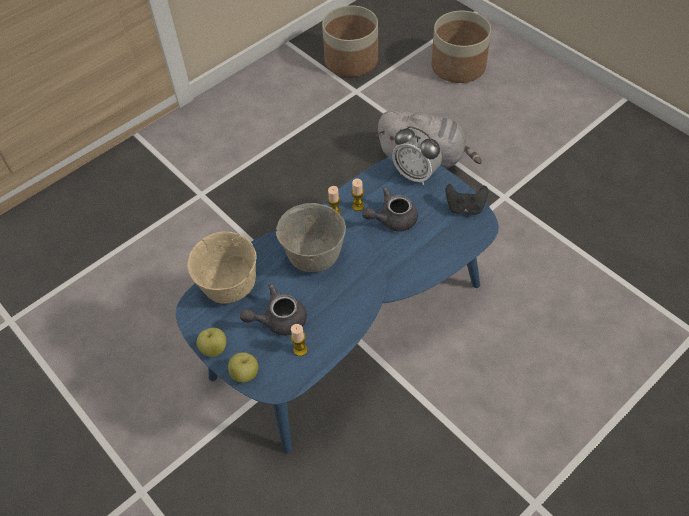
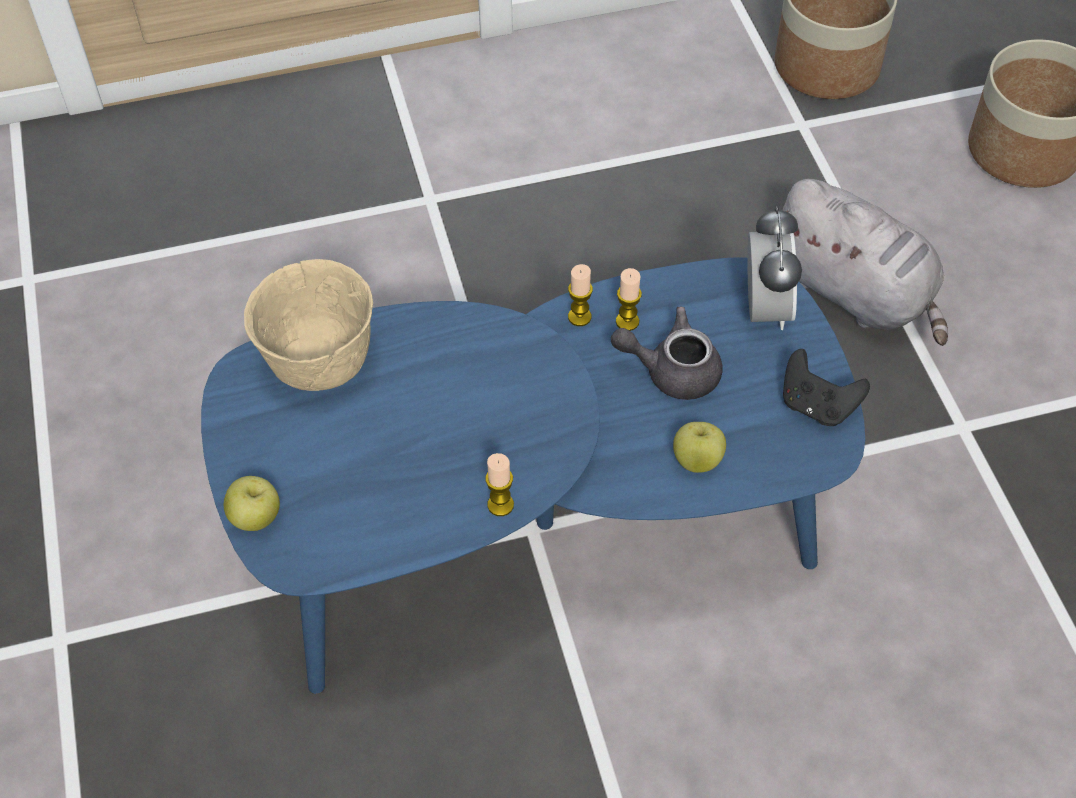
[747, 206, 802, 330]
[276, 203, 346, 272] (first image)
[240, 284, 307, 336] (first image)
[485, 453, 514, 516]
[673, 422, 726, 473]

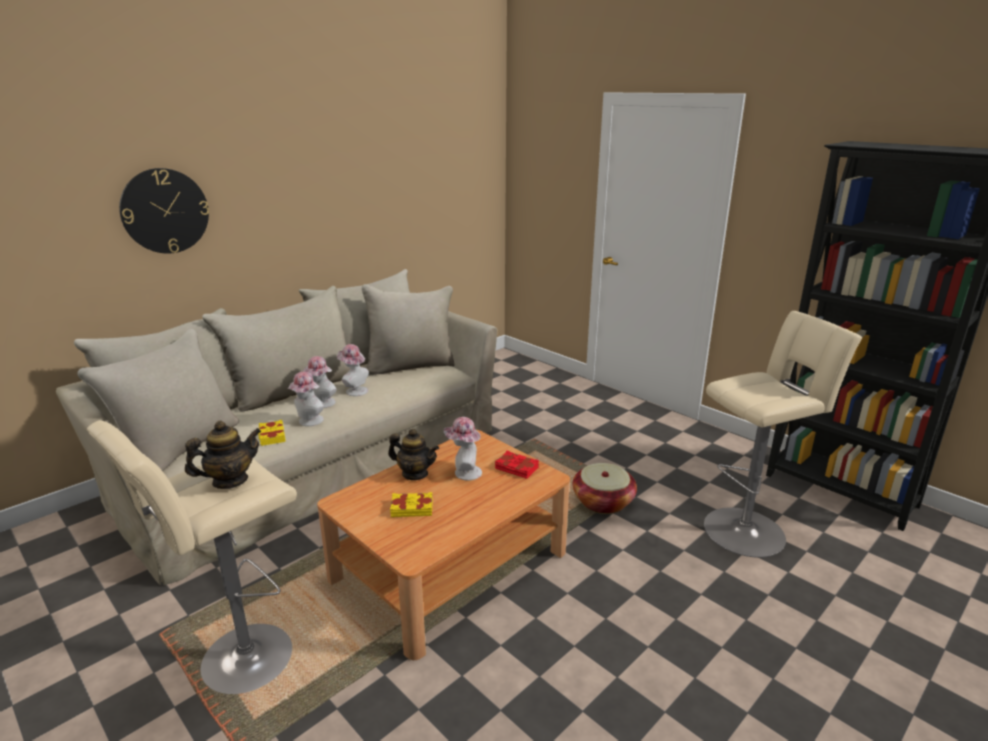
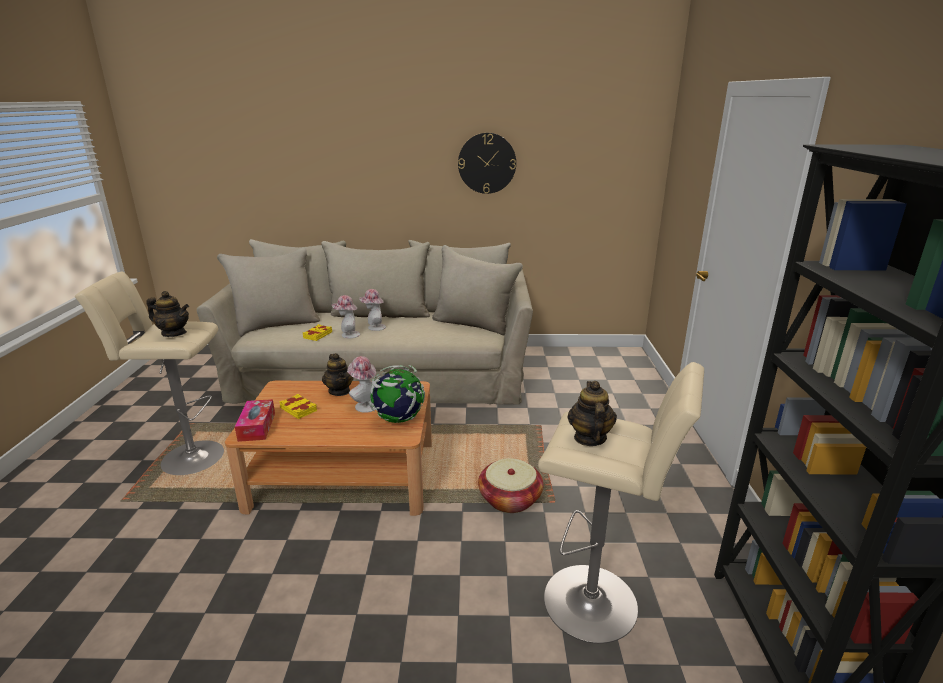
[458, 133, 516, 194]
[337, 344, 369, 396] (first image)
[369, 365, 425, 423]
[567, 381, 617, 446]
[235, 399, 275, 442]

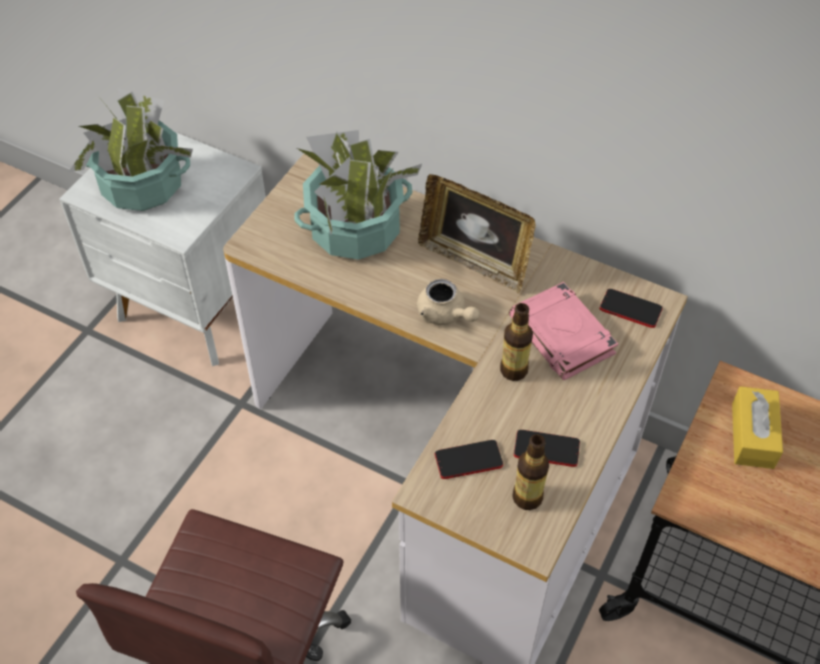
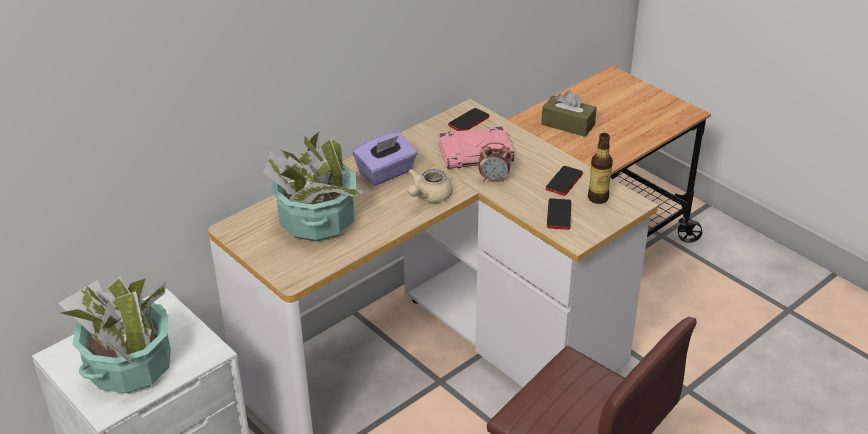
[353, 132, 417, 185]
[408, 169, 453, 203]
[478, 142, 511, 182]
[541, 90, 597, 137]

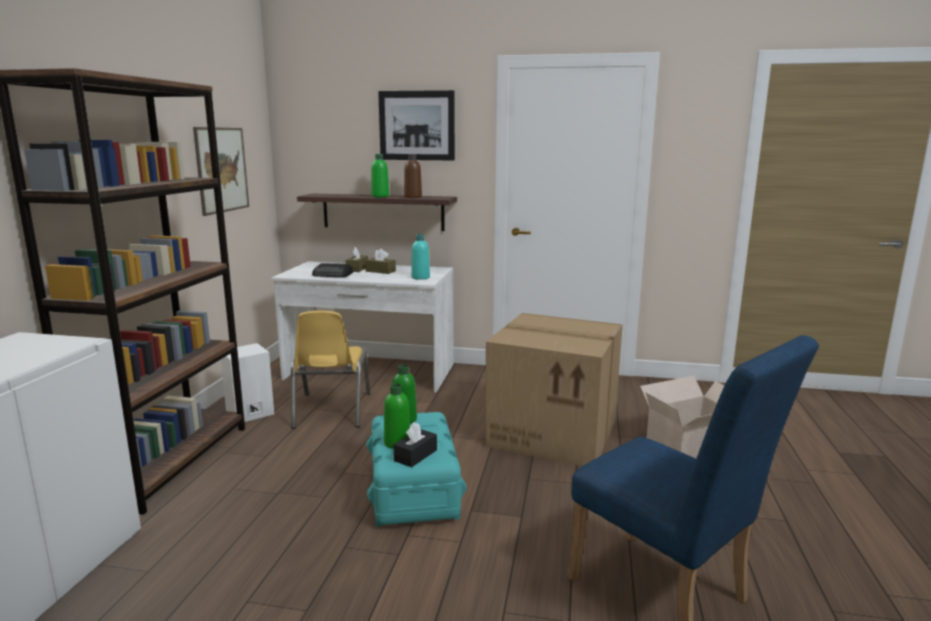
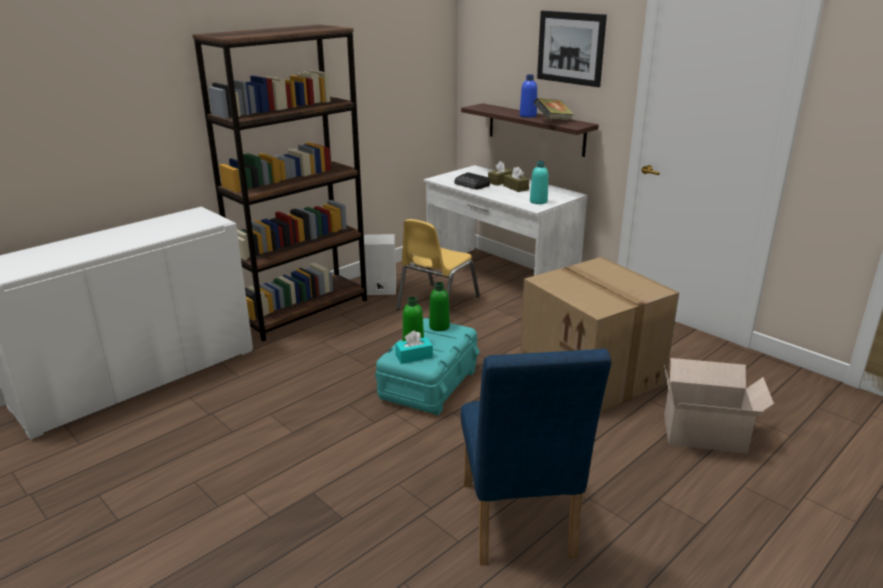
[193, 127, 249, 216] (first image)
[520, 74, 537, 118]
[534, 98, 574, 120]
[395, 331, 433, 364]

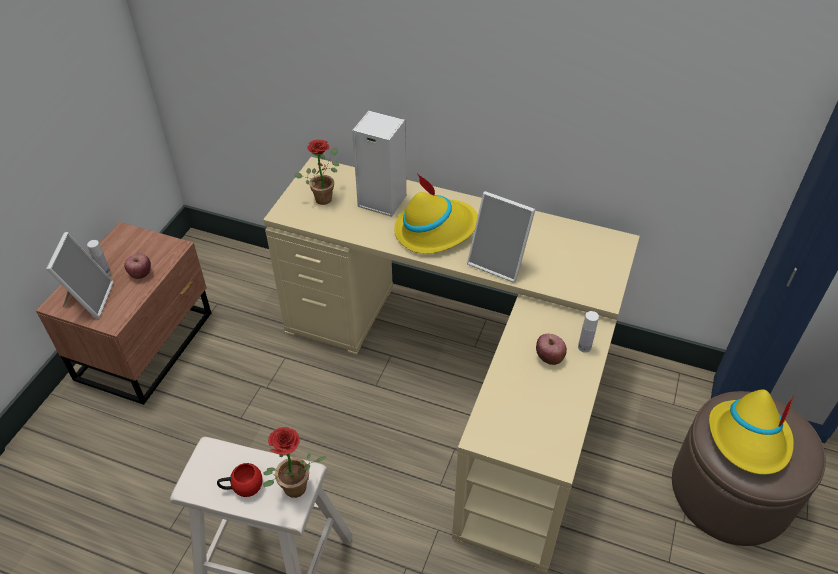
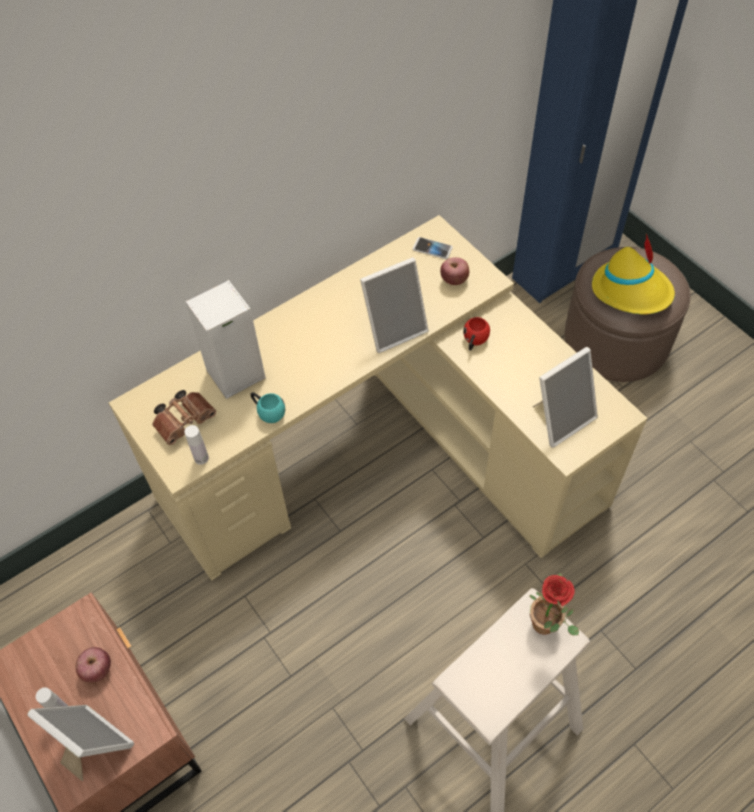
[152, 390, 216, 445]
[394, 173, 478, 254] (first image)
[185, 425, 209, 465]
[440, 257, 469, 285]
[463, 317, 490, 351]
[413, 237, 453, 259]
[533, 347, 598, 448]
[251, 392, 285, 423]

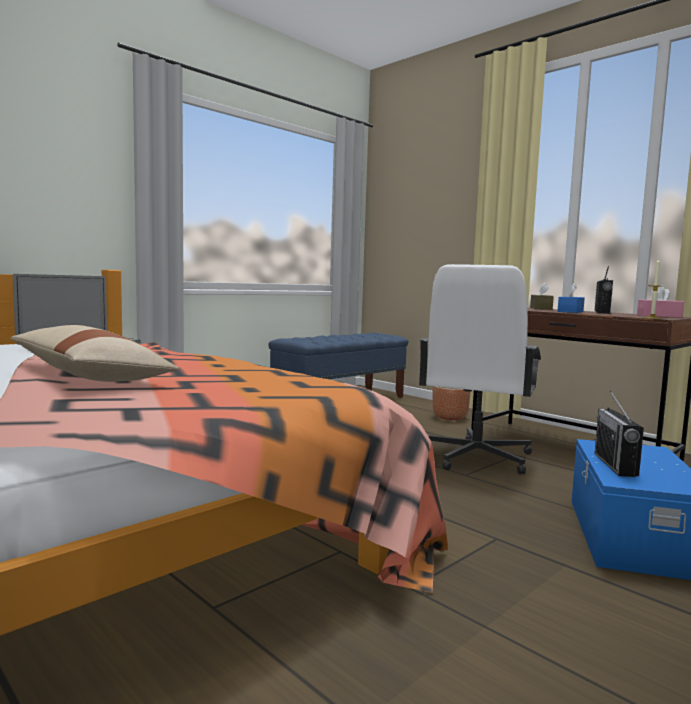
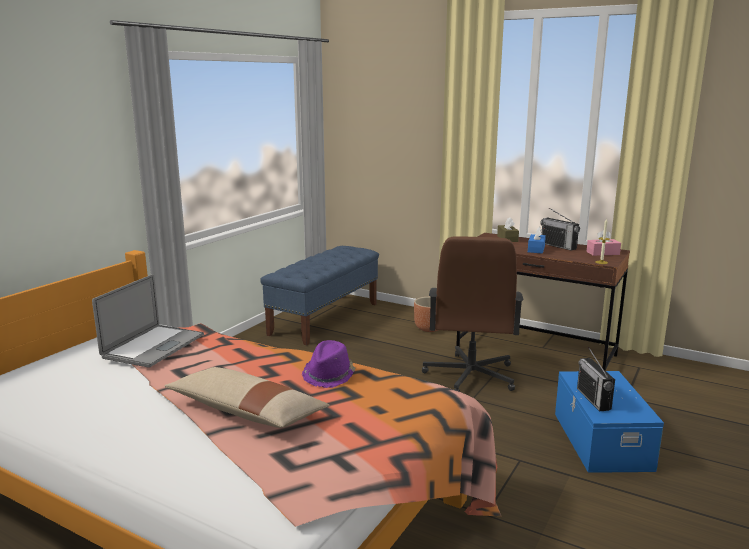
[422, 236, 523, 392]
[540, 208, 580, 251]
[302, 340, 356, 388]

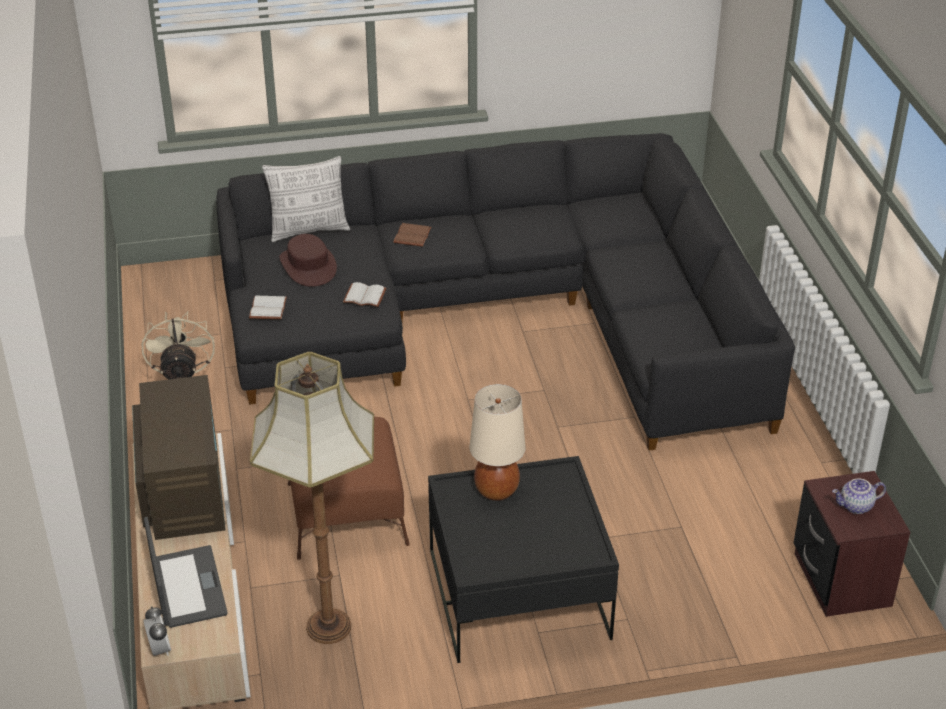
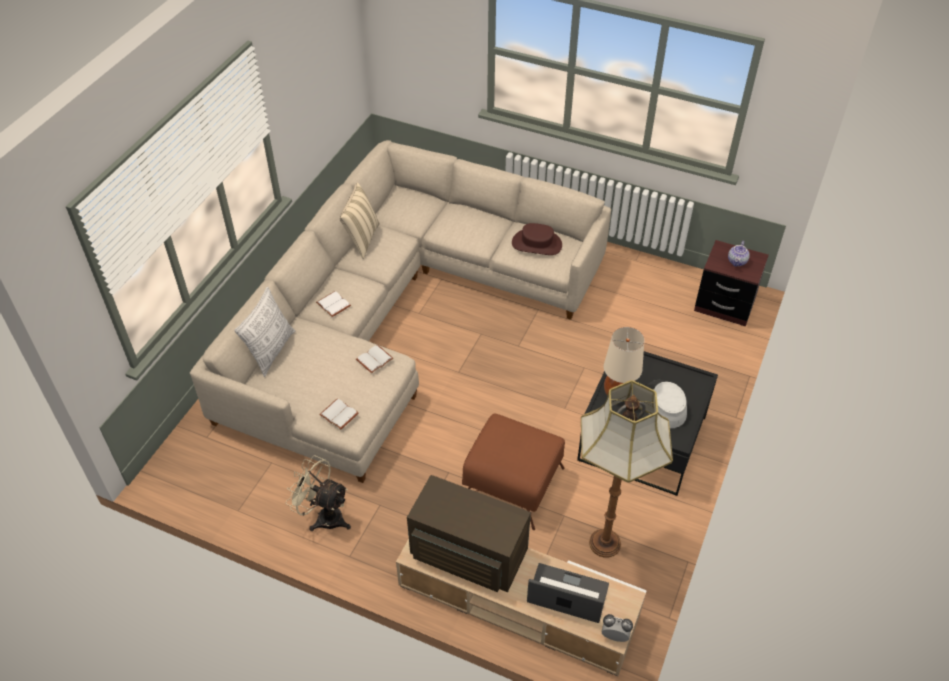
[190, 140, 611, 483]
[316, 291, 351, 317]
[512, 223, 562, 255]
[340, 182, 379, 259]
[646, 380, 687, 428]

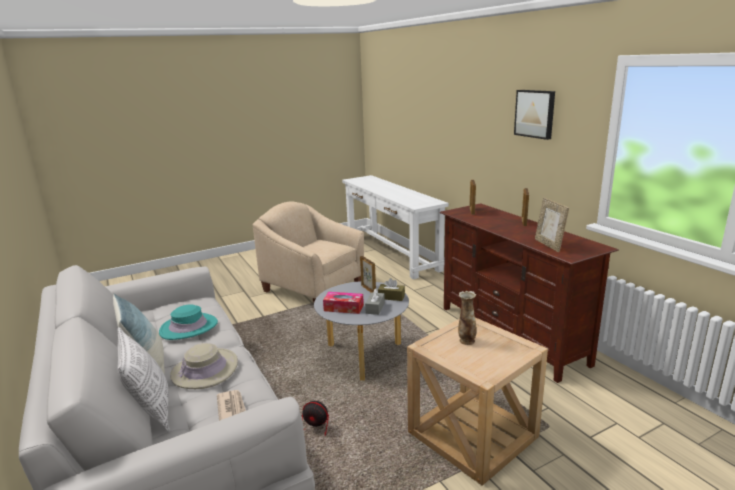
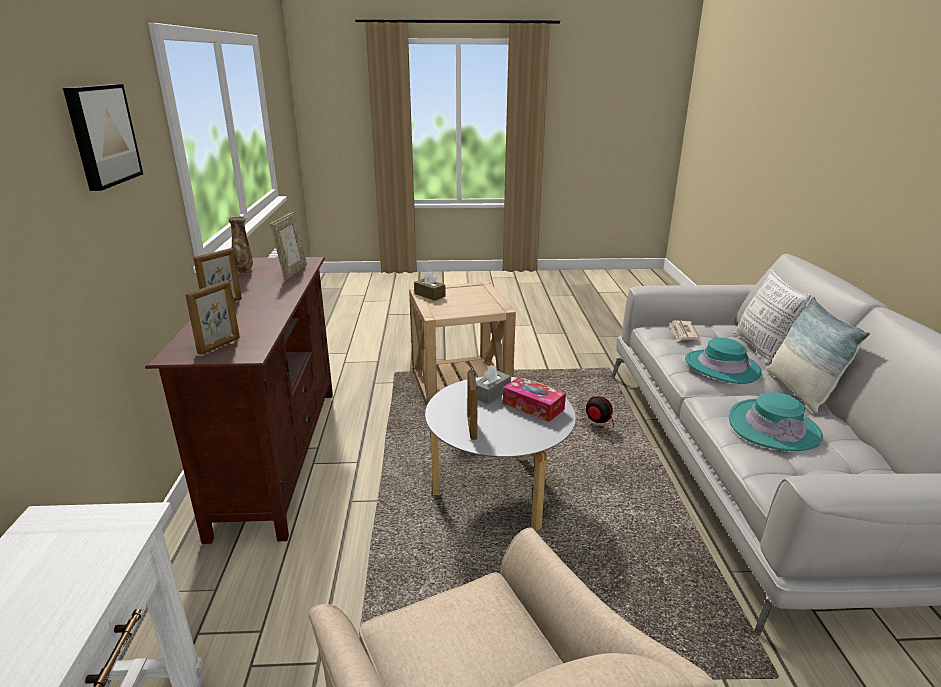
[414, 271, 446, 301]
[227, 215, 253, 275]
[685, 338, 761, 384]

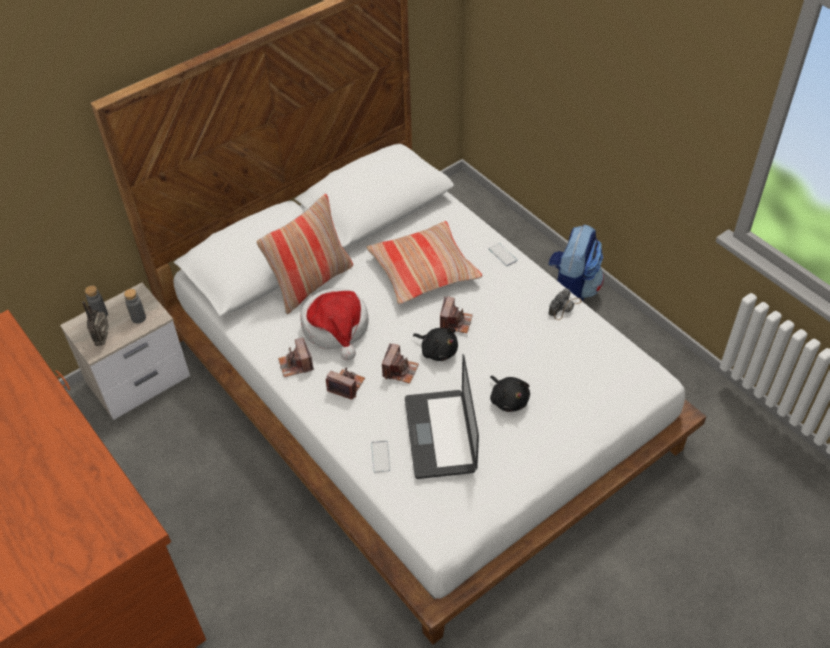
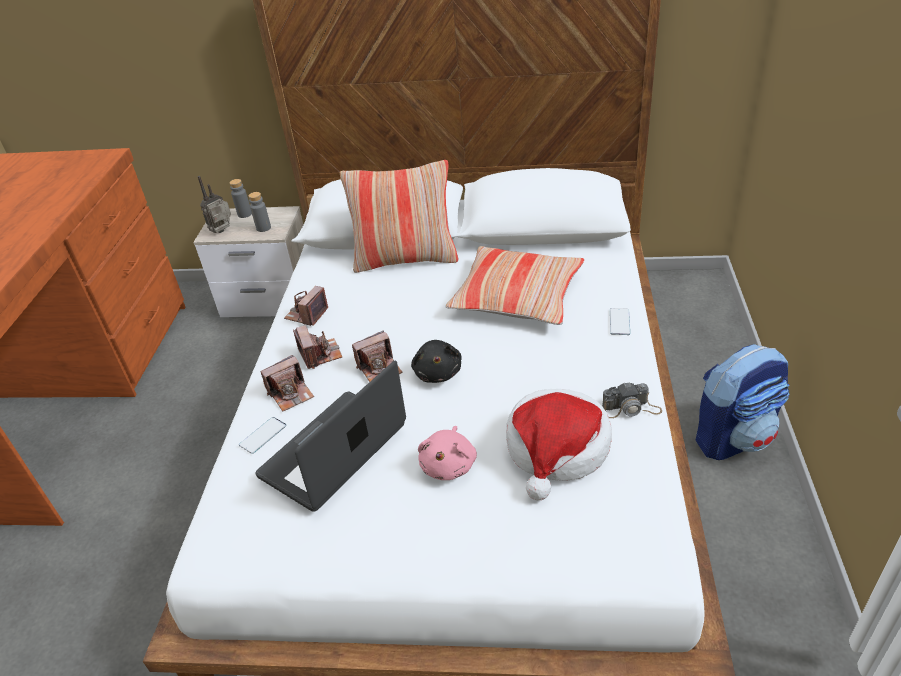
[506, 389, 612, 500]
[260, 355, 314, 411]
[418, 426, 477, 480]

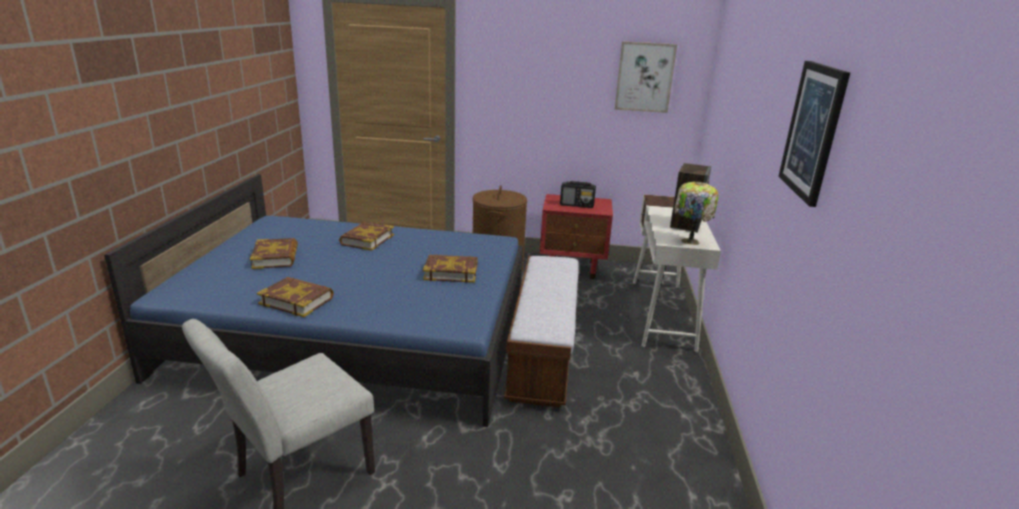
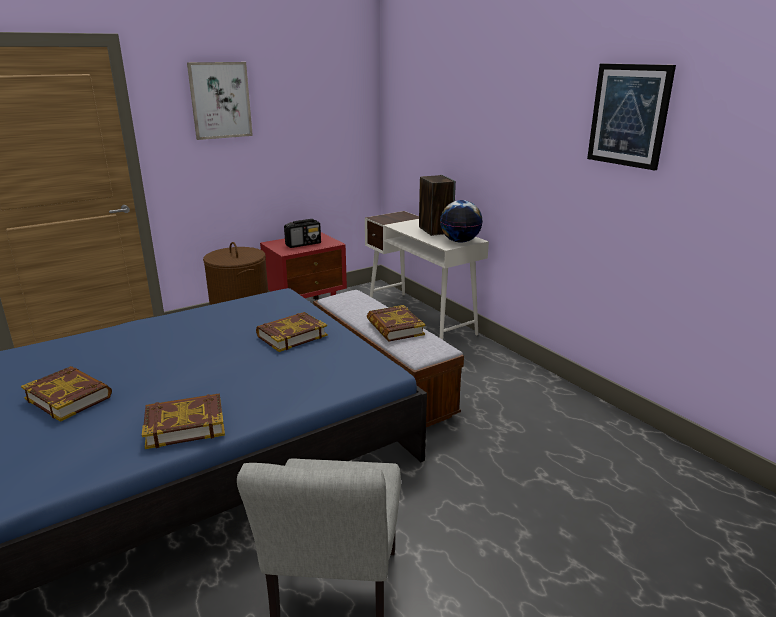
[187, 62, 253, 140]
[440, 200, 483, 243]
[367, 305, 425, 342]

